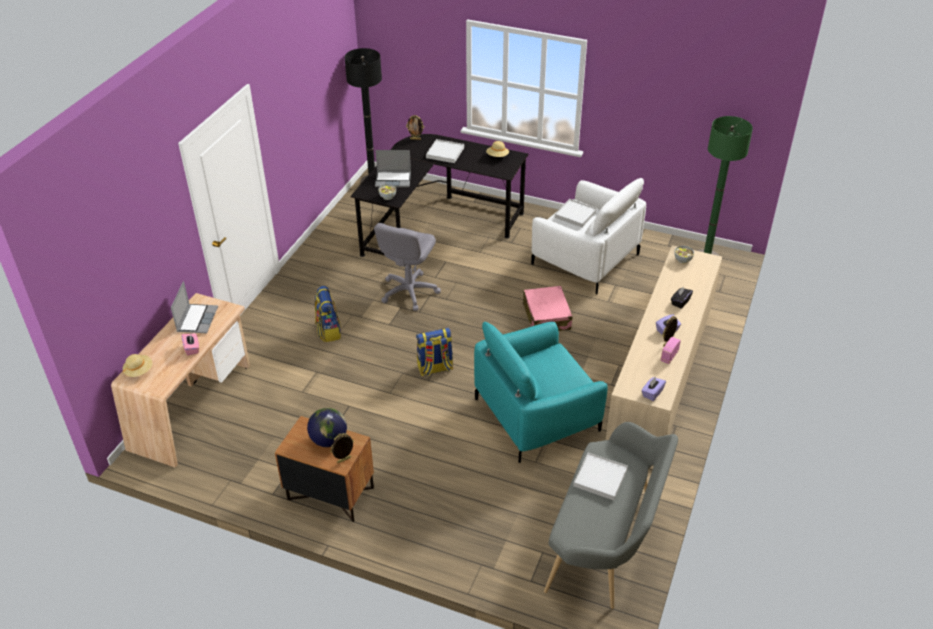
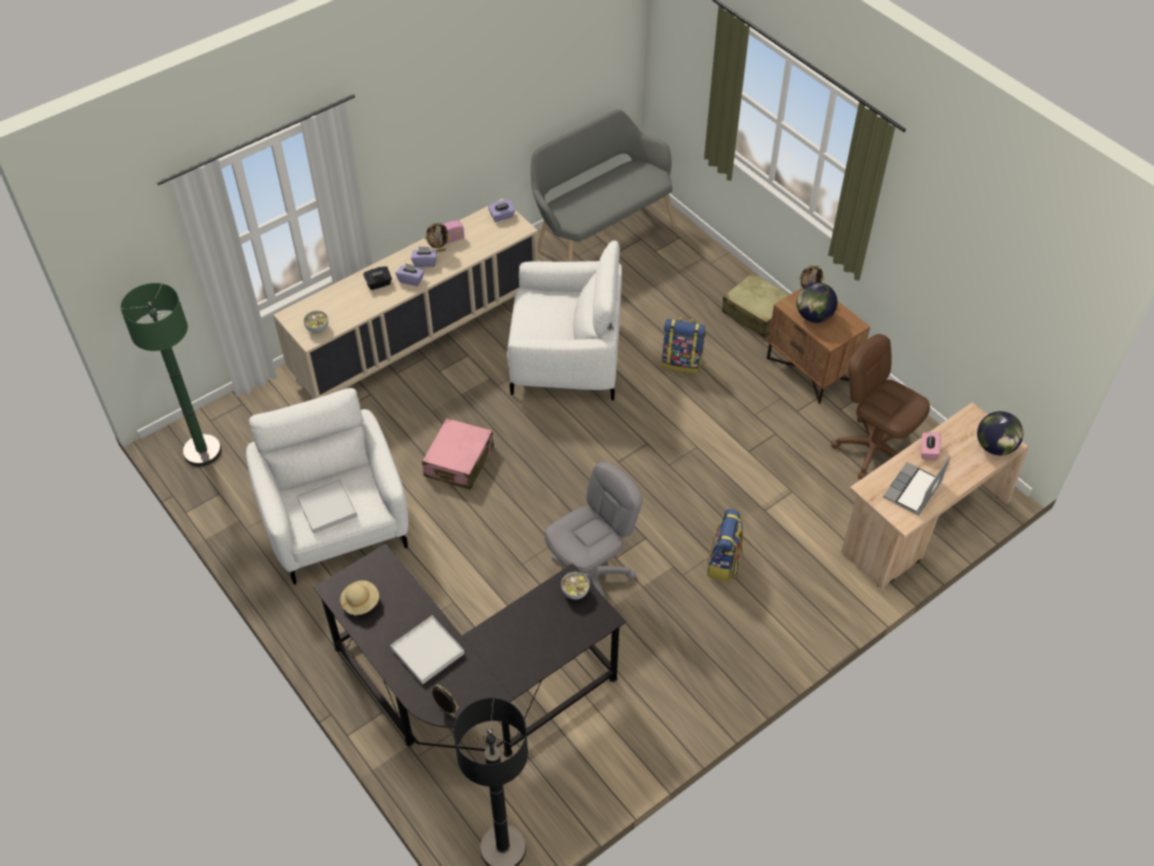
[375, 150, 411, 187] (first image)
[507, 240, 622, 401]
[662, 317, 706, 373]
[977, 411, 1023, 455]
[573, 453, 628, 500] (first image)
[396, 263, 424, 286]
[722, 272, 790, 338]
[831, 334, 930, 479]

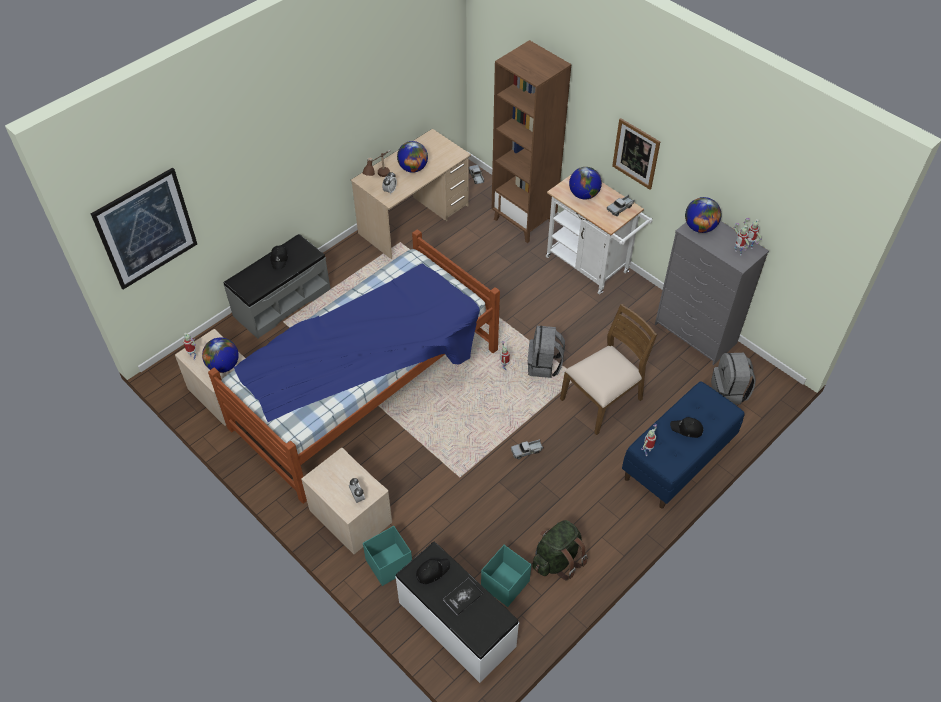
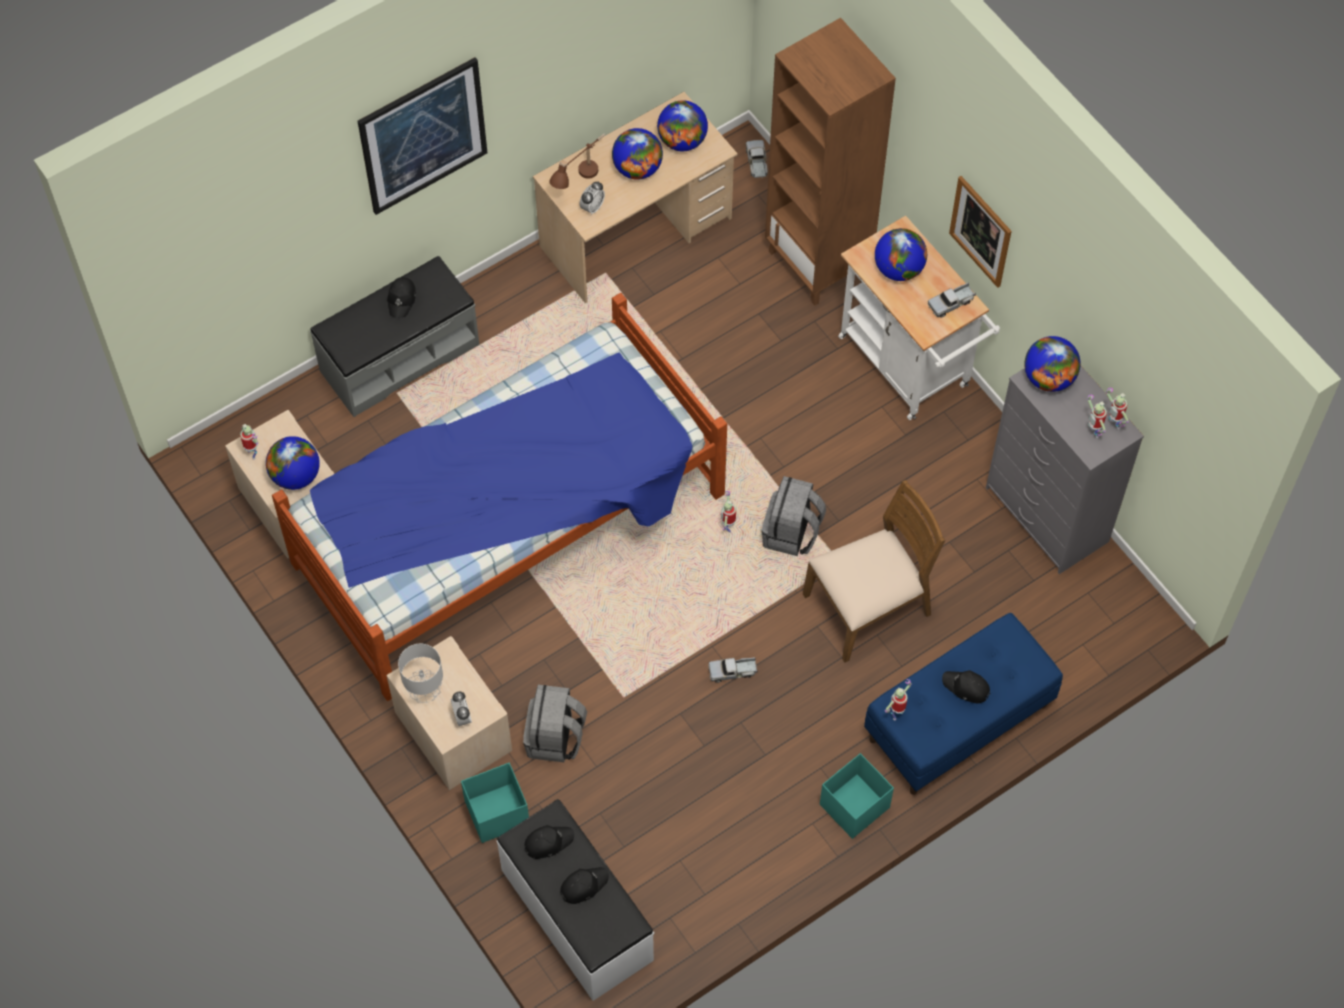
[358, 57, 487, 215]
[523, 685, 587, 762]
[532, 520, 588, 580] (first image)
[820, 753, 894, 839]
[560, 867, 609, 904]
[657, 100, 708, 151]
[398, 644, 443, 703]

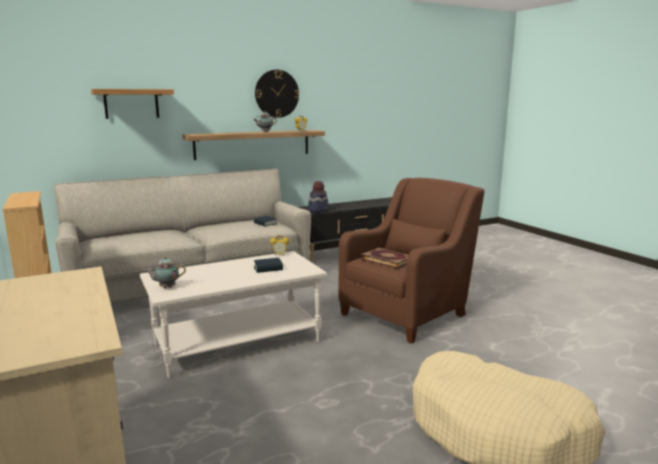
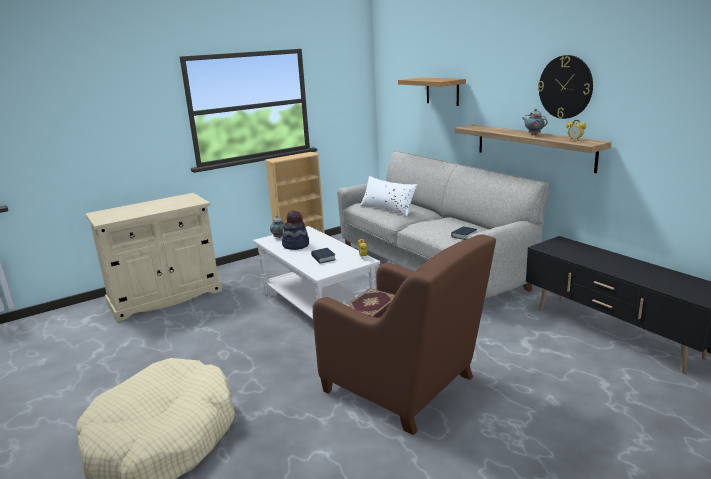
[282, 210, 309, 250]
[360, 176, 417, 217]

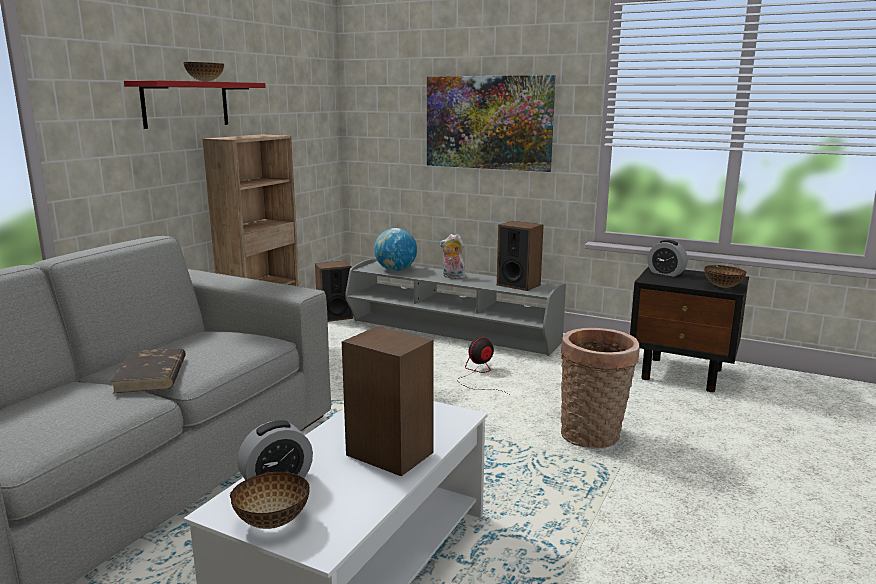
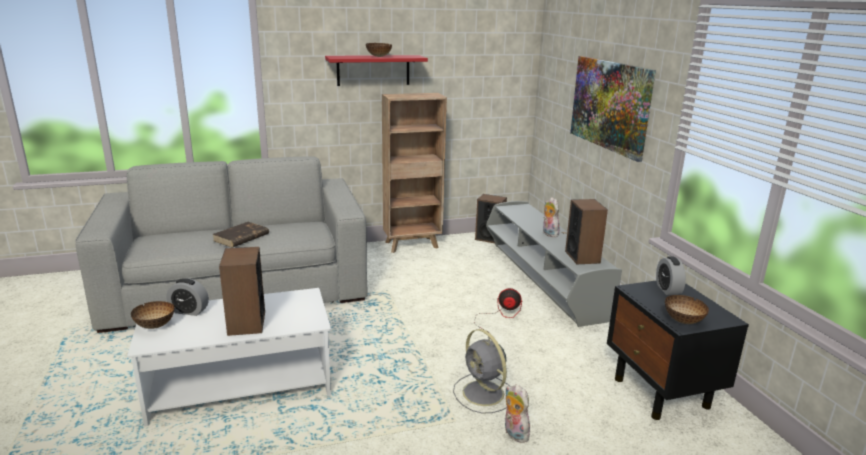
[374, 228, 417, 271] (first image)
[453, 329, 510, 414]
[505, 384, 530, 443]

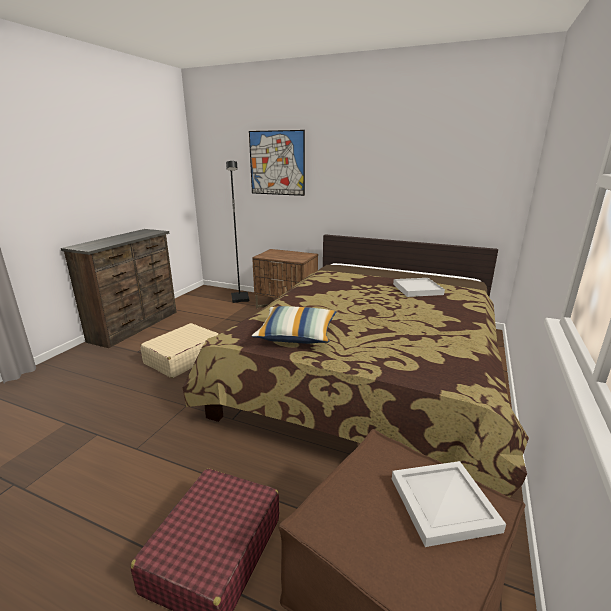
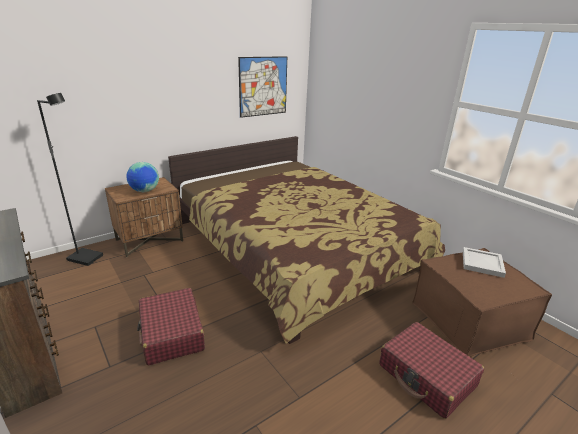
[238, 56, 287, 118]
[393, 278, 445, 297] (first image)
[252, 306, 336, 344] (first image)
[137, 288, 205, 366]
[126, 162, 159, 192]

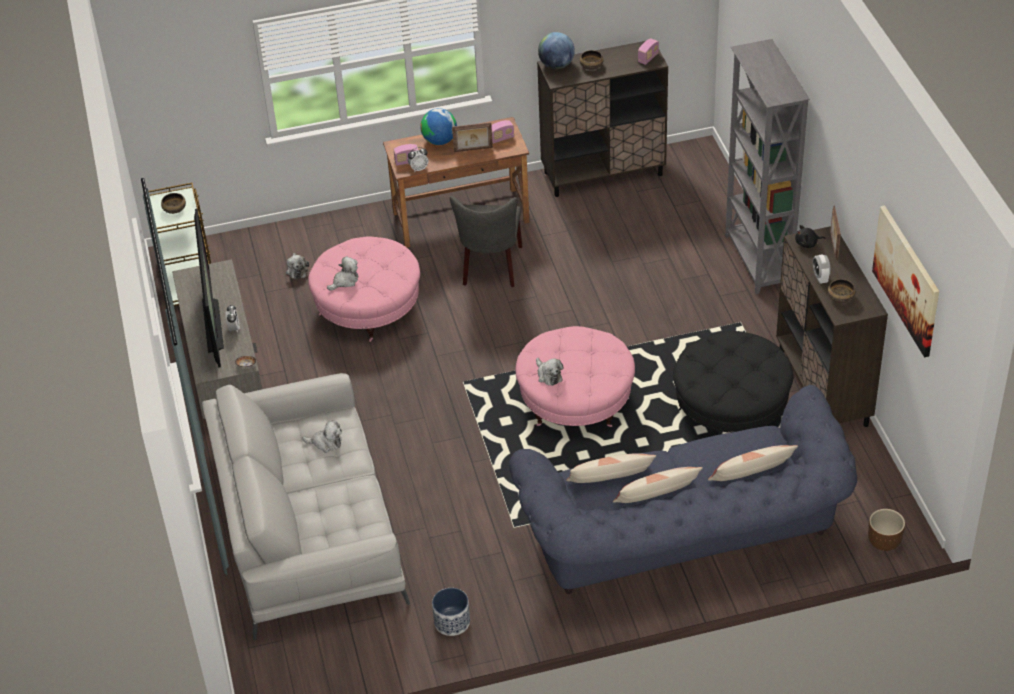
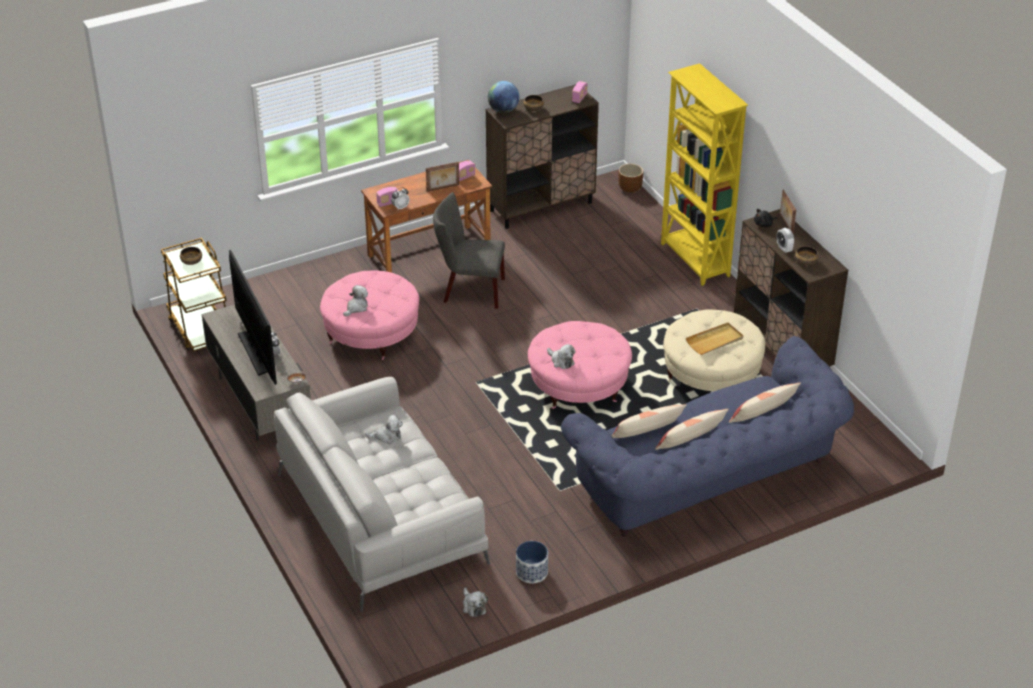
[661, 63, 748, 286]
[420, 108, 457, 145] (first image)
[433, 192, 505, 309]
[872, 205, 939, 357] (first image)
[463, 588, 488, 618]
[663, 309, 765, 391]
[619, 164, 644, 193]
[686, 323, 743, 355]

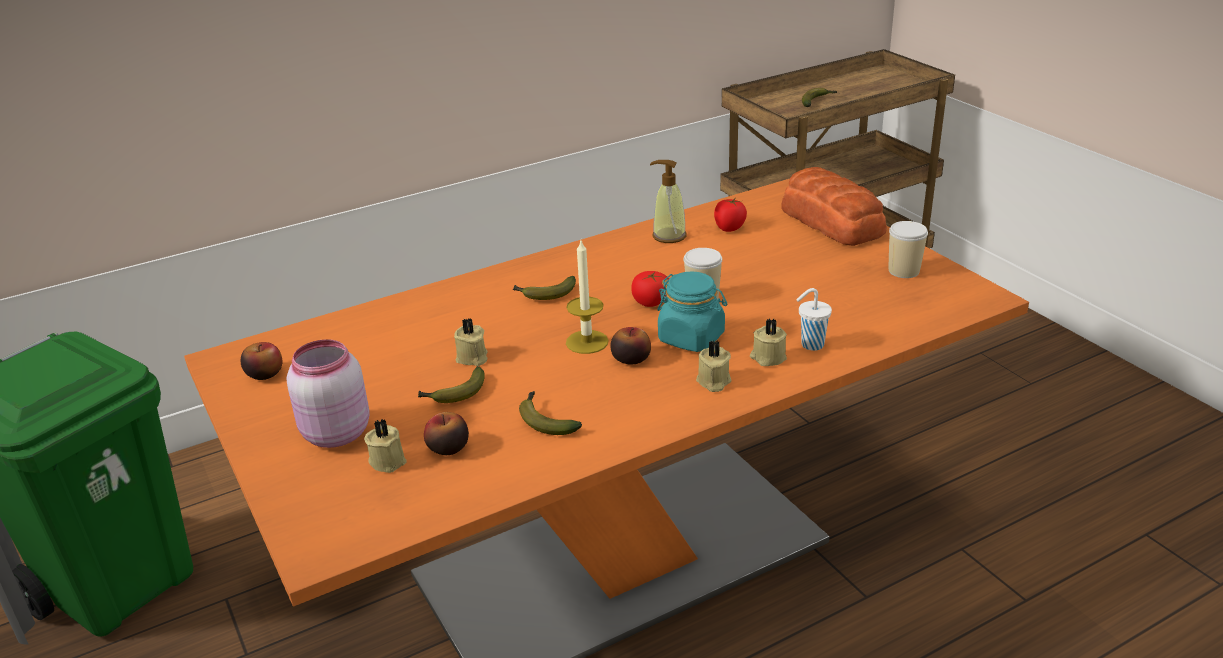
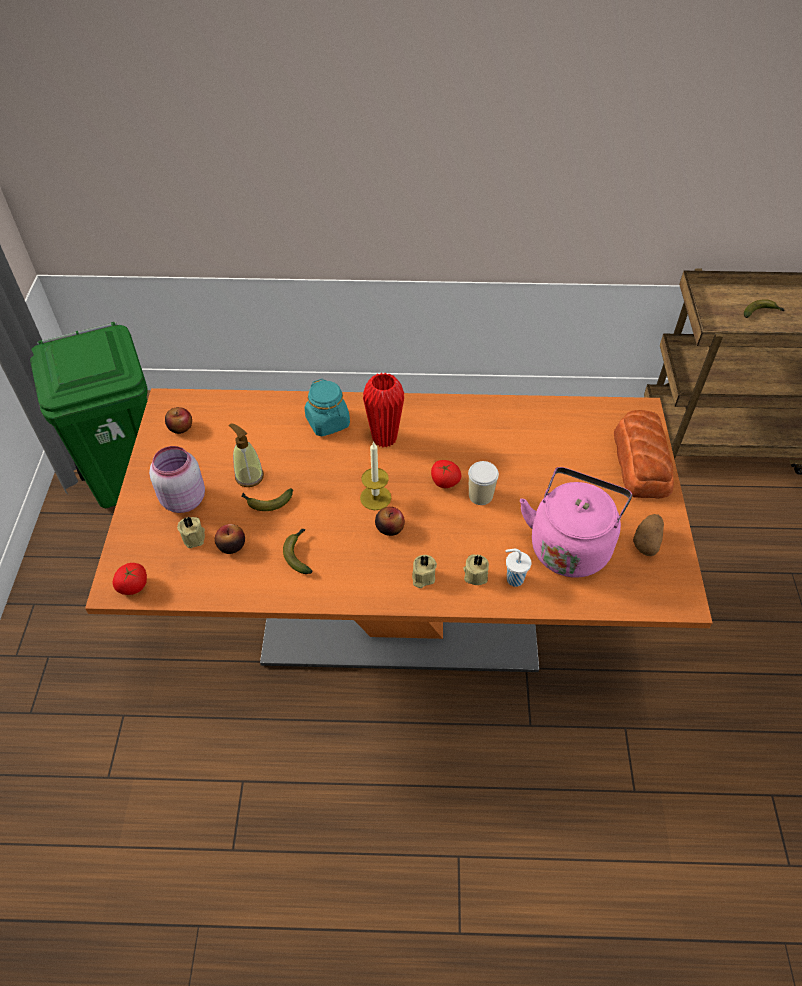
[229, 423, 264, 487]
[113, 563, 147, 595]
[633, 514, 664, 556]
[305, 379, 350, 437]
[363, 373, 404, 448]
[454, 318, 487, 366] (first image)
[520, 467, 632, 577]

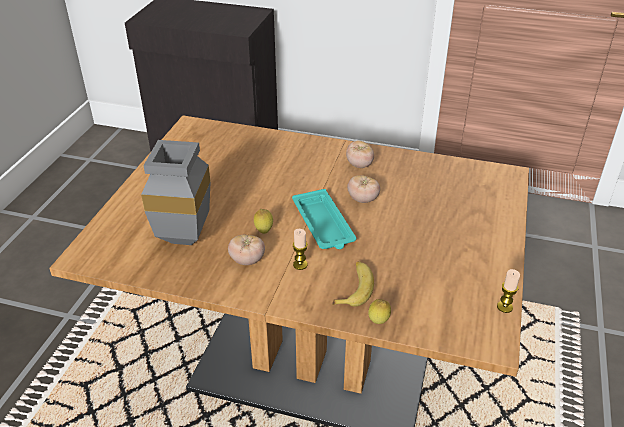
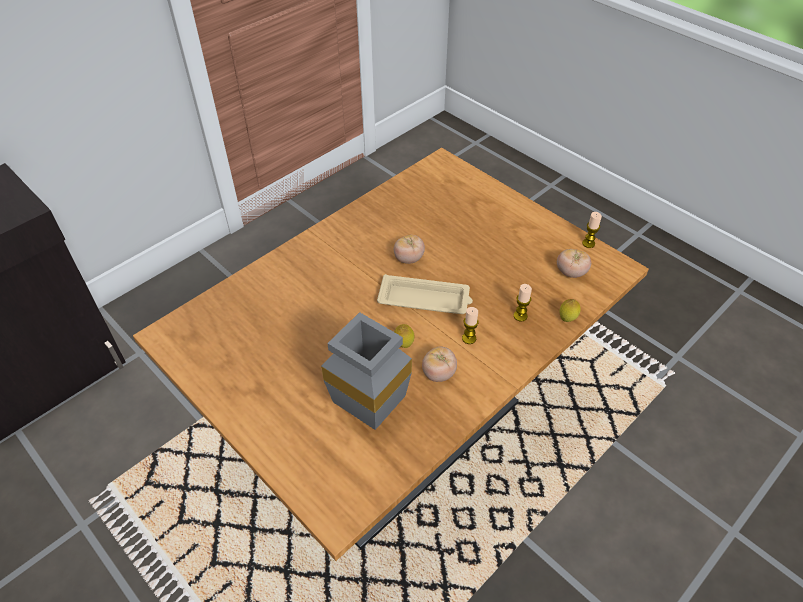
[557, 249, 591, 278]
[377, 274, 473, 314]
[514, 284, 532, 322]

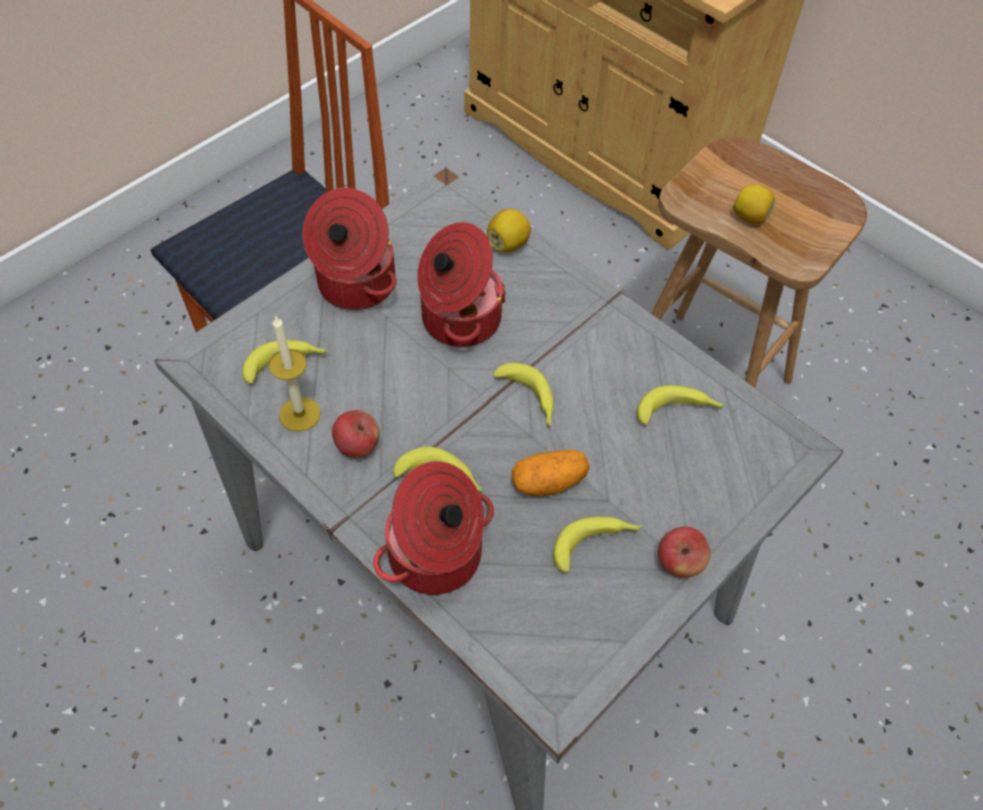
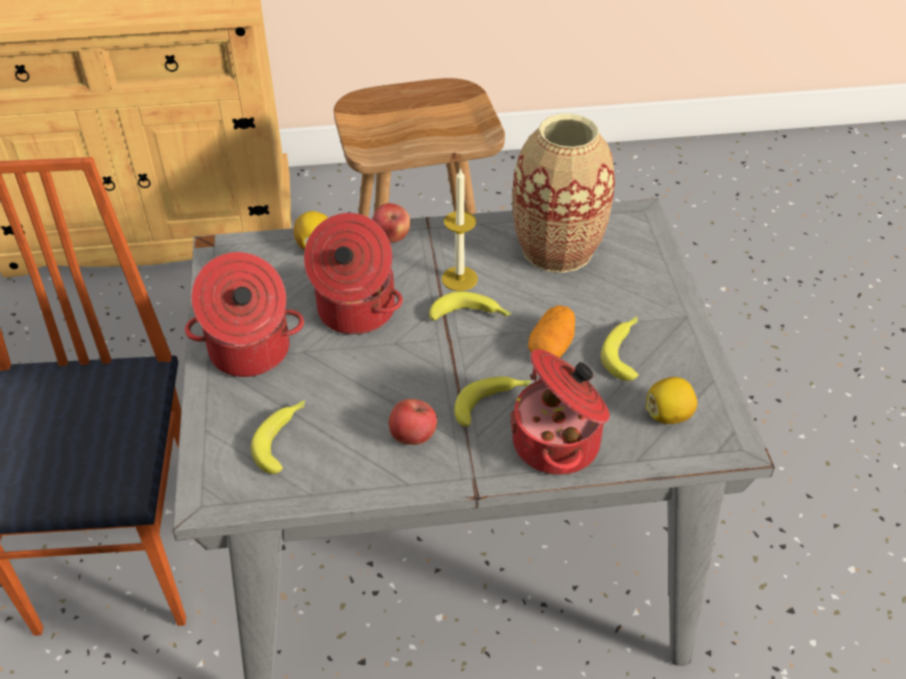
[646, 377, 697, 424]
[442, 167, 478, 291]
[513, 114, 615, 273]
[372, 203, 411, 243]

